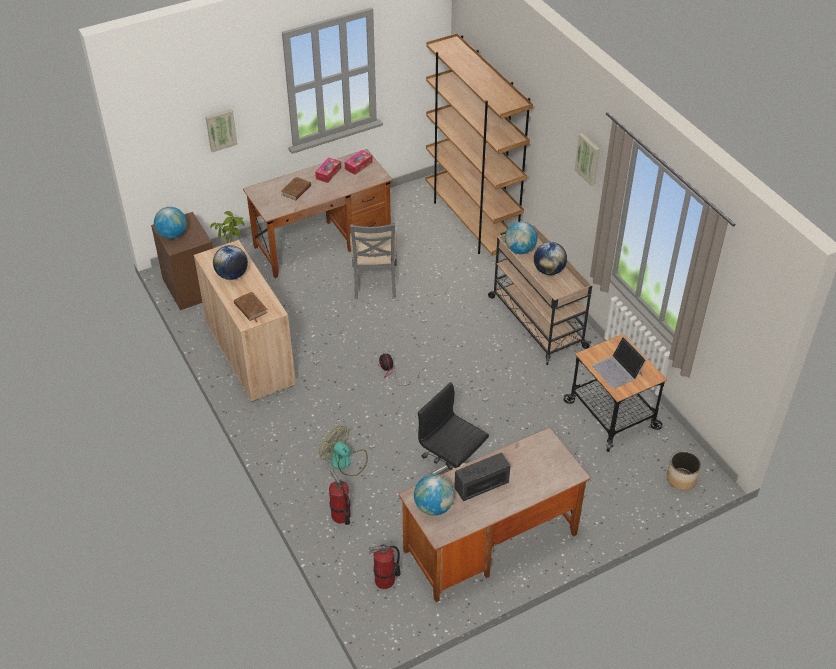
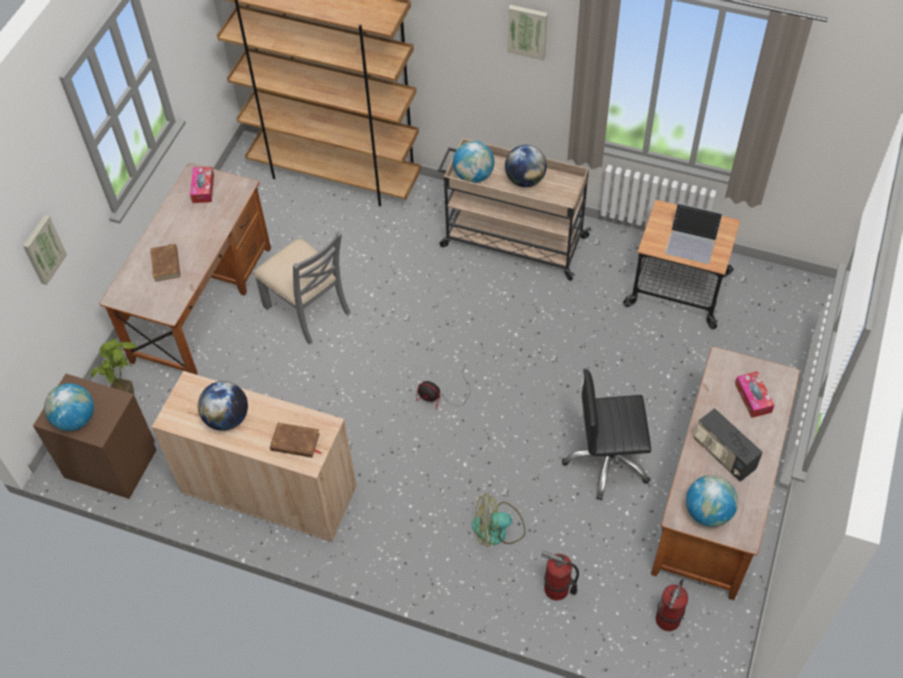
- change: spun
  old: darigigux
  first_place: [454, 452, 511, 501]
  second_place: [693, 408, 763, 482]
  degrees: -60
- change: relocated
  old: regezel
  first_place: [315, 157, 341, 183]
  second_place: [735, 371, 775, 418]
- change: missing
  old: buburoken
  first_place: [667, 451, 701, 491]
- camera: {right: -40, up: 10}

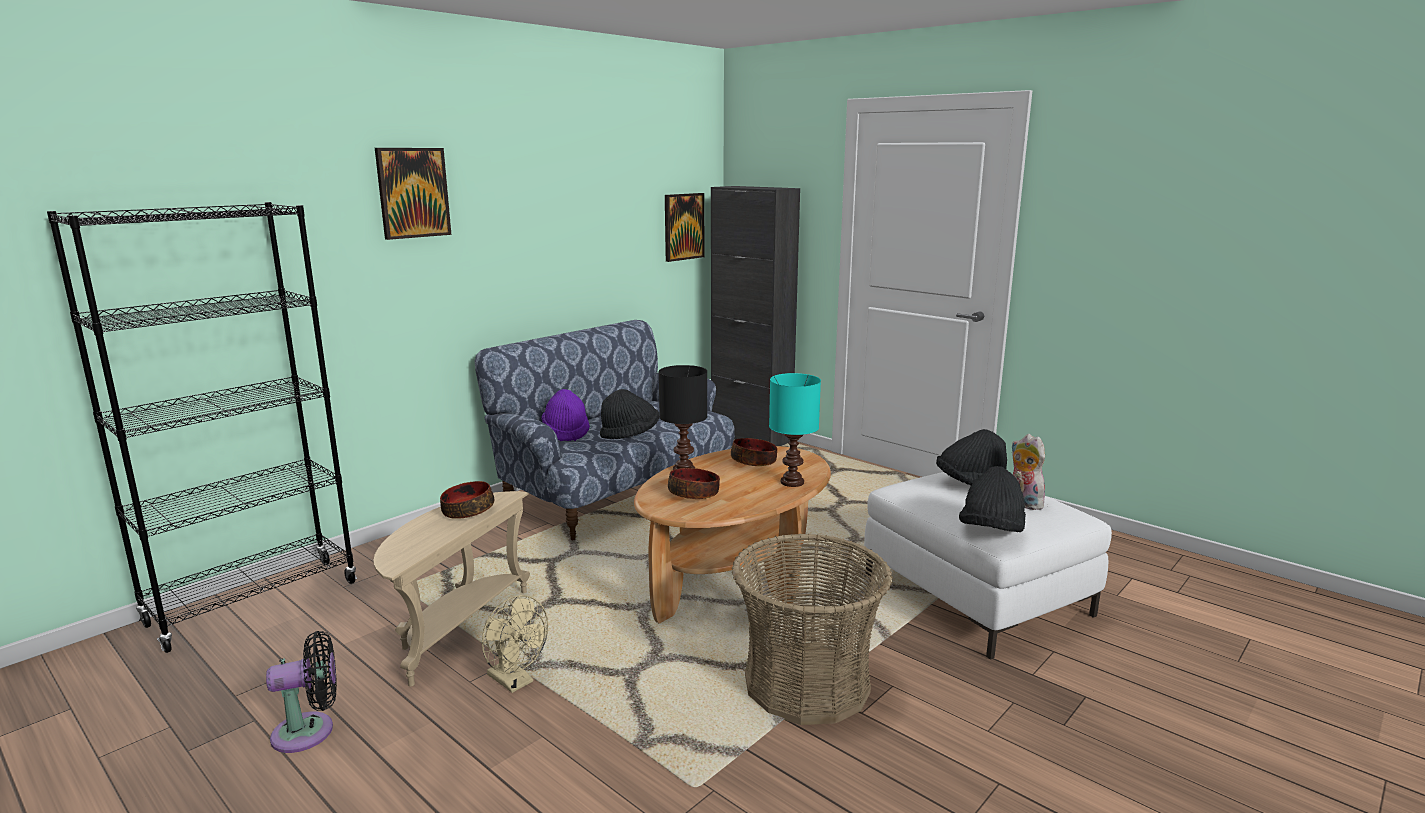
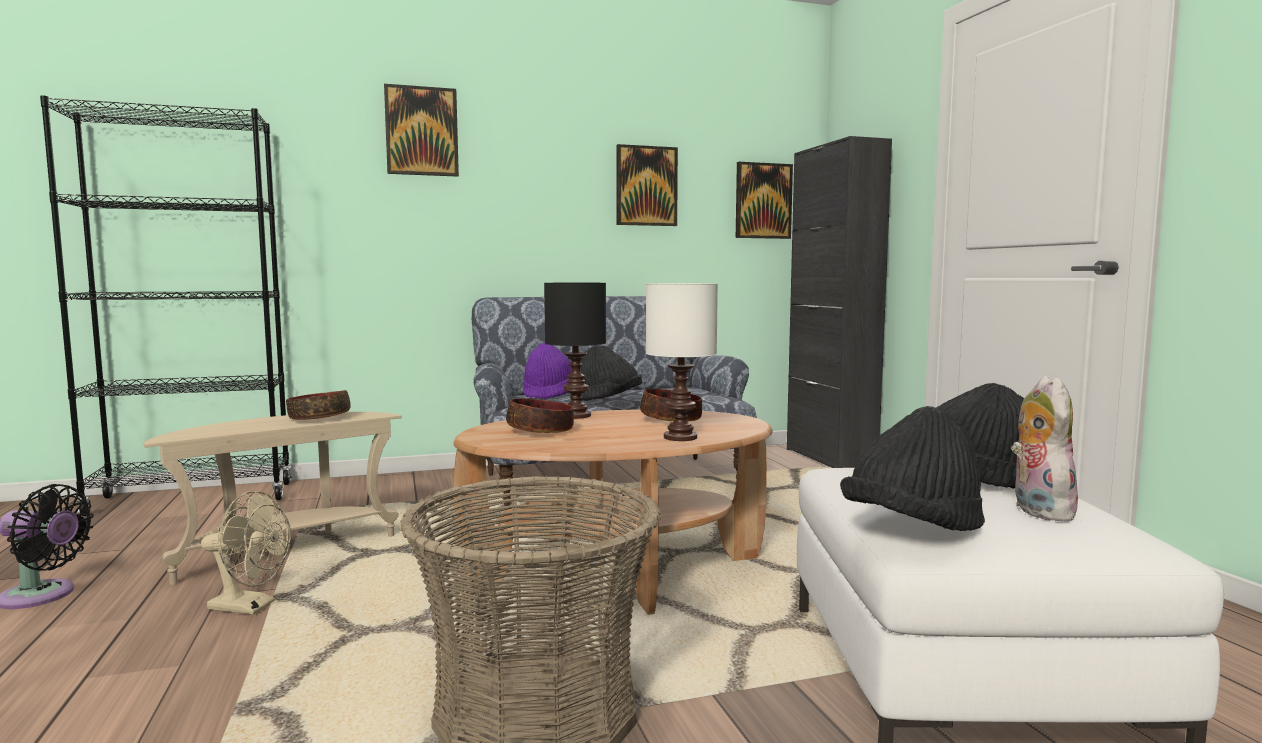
- change: spun
  old: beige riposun
  first_place: [482, 595, 548, 693]
  second_place: [201, 491, 291, 615]
  degrees: -60
- change: appeared
  new: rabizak
  second_place: [616, 144, 678, 226]
- change: colour
  old: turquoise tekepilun
  new: white tekepilun
  first_place: [769, 373, 821, 487]
  second_place: [646, 283, 718, 441]
- camera: {right: 30, up: -10}

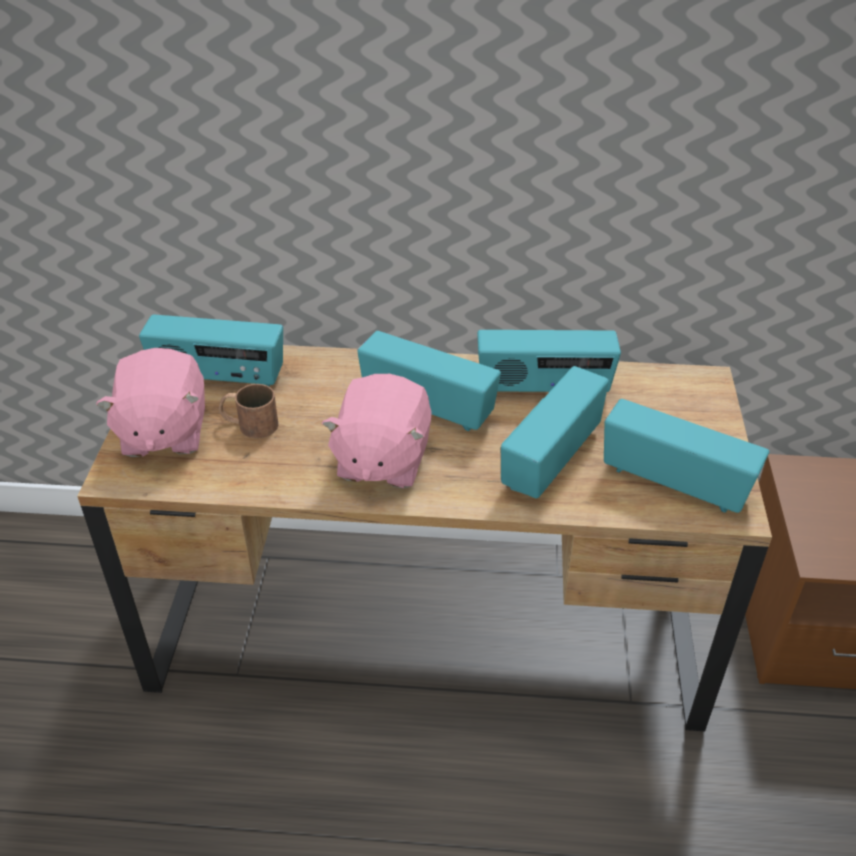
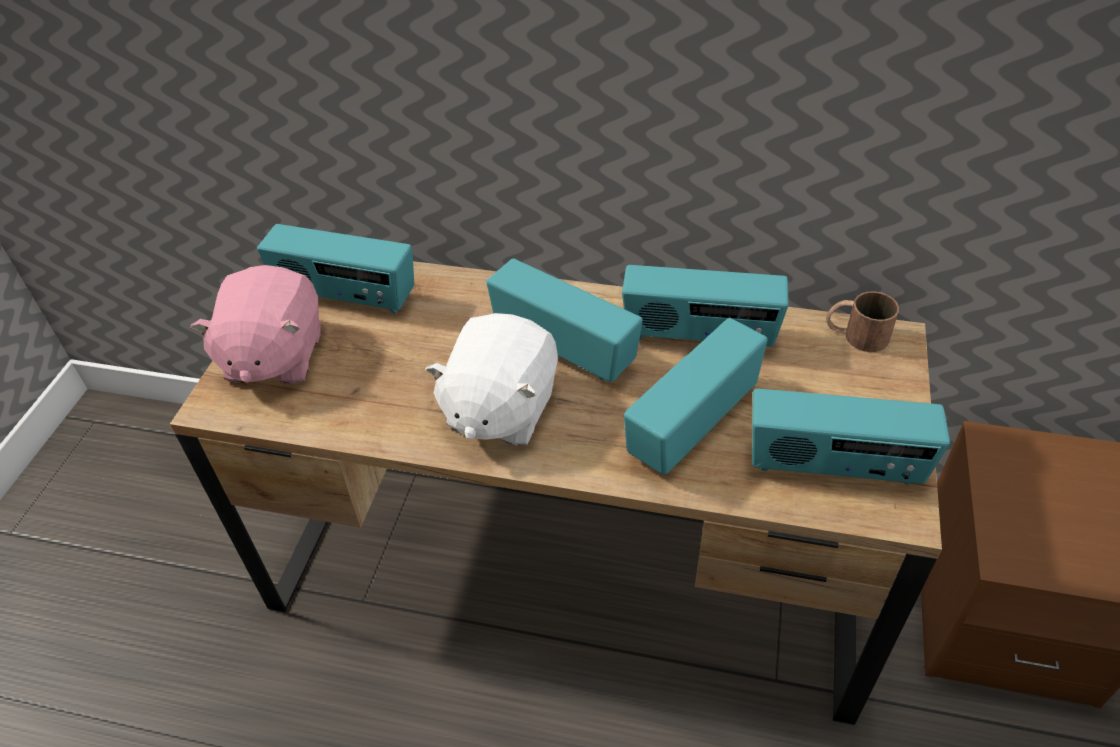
- change: colour
  old: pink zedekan
  new: white zedekan
  first_place: [322, 374, 432, 488]
  second_place: [425, 313, 558, 446]
- change: spun
  old: darigigux
  first_place: [604, 399, 769, 513]
  second_place: [752, 388, 950, 485]
  degrees: 150
- change: relocated
  old: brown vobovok
  first_place: [219, 384, 278, 438]
  second_place: [826, 291, 899, 352]
- camera: {right: 10, up: 5}

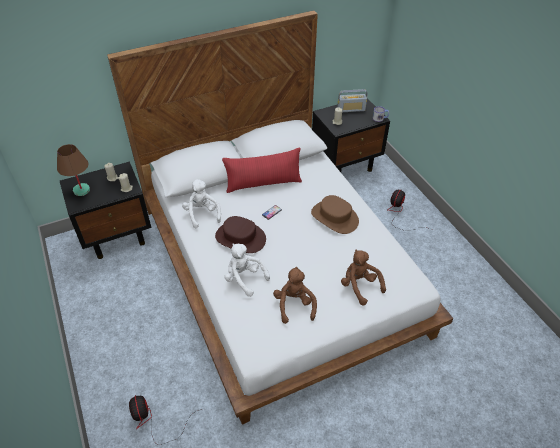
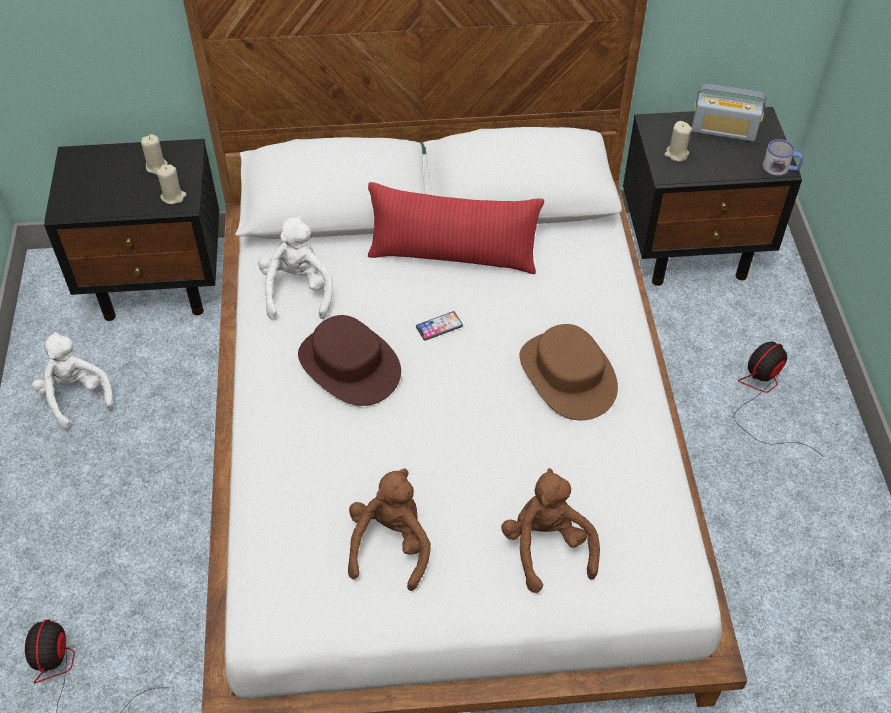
- change: relocated
  old: white zedekan
  first_place: [224, 244, 270, 297]
  second_place: [32, 332, 113, 429]
- change: missing
  old: brown tekepilun
  first_place: [57, 144, 90, 196]
- camera: {right: 20, up: 5}

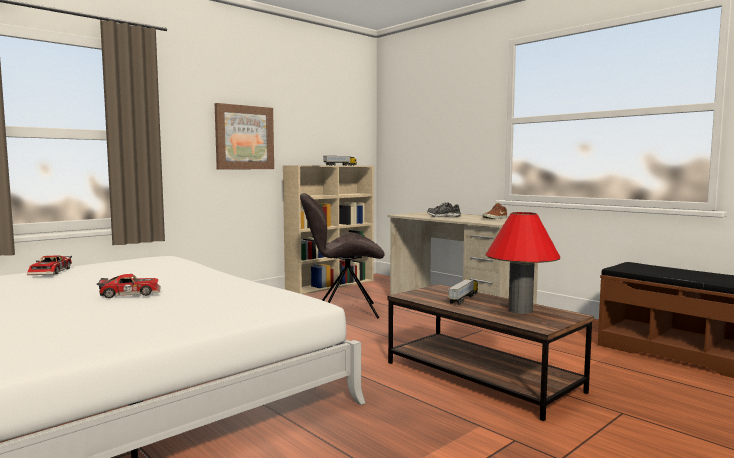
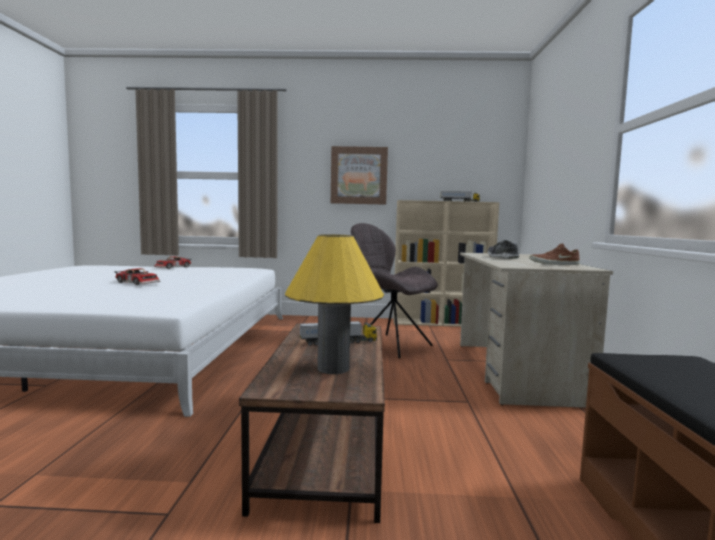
- change: colour
  old: red tekepilun
  new: yellow tekepilun
  first_place: [486, 212, 560, 314]
  second_place: [285, 234, 384, 374]
- camera: {right: 45, up: 0}

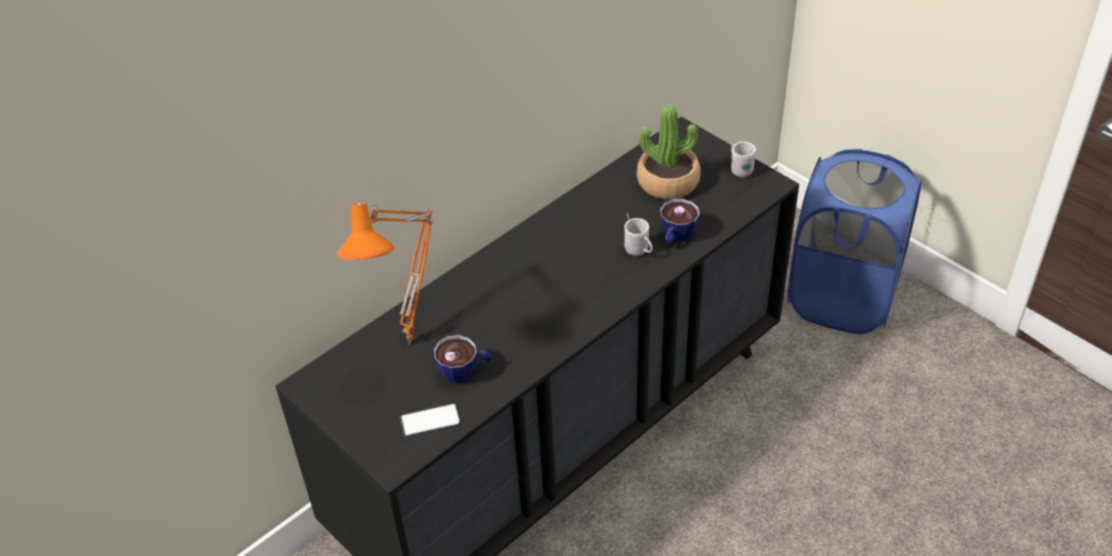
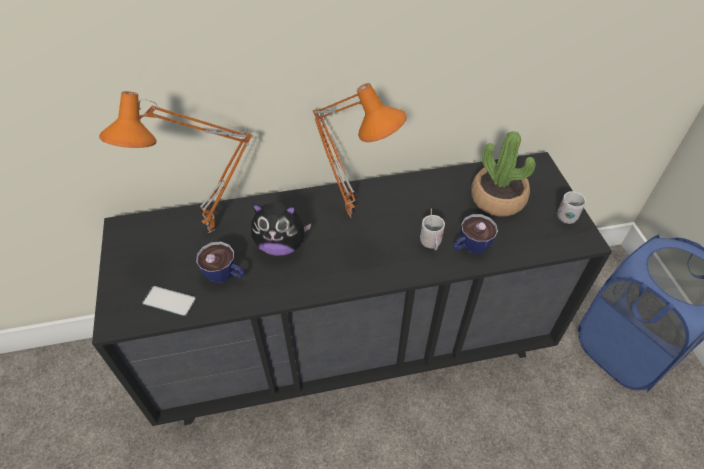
- change: appeared
  new: zedekan
  second_place: [251, 202, 311, 256]
- change: appeared
  new: orange tekepilun
  second_place: [312, 83, 407, 218]
- camera: {right: 30, up: 5}

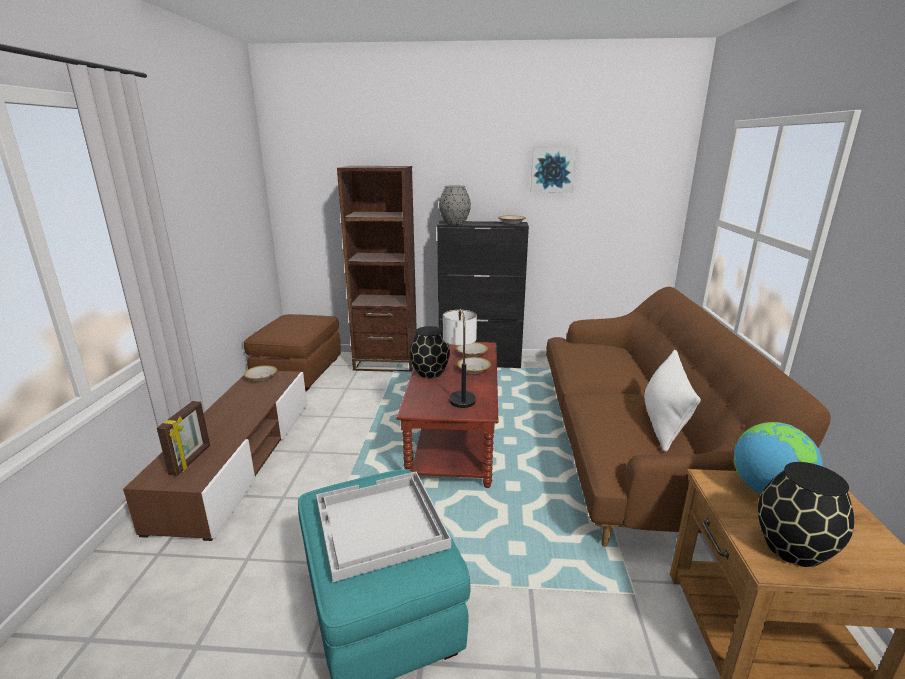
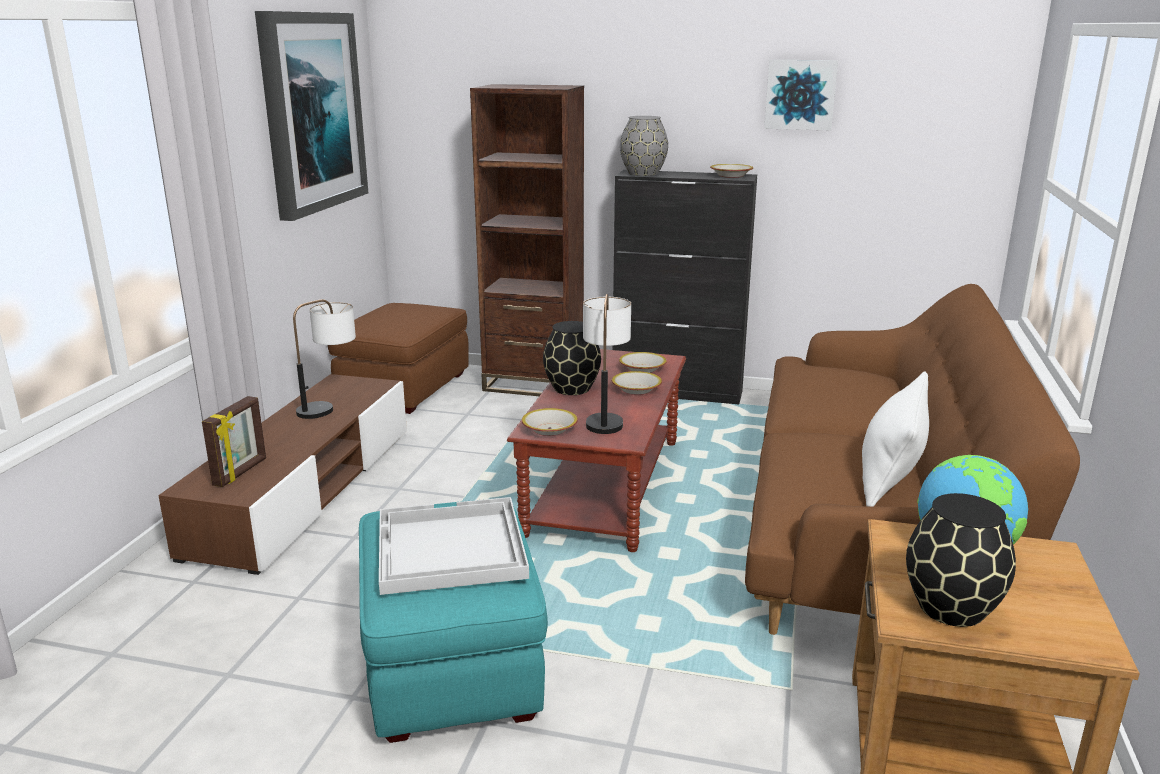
- change: appeared
  new: rabizak
  second_place: [255, 11, 368, 221]
- change: appeared
  new: tekepilun
  second_place: [293, 299, 356, 419]
- change: relocated
  old: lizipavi
  first_place: [244, 365, 277, 382]
  second_place: [522, 408, 578, 436]
- camera: {right: 10, up: 0}

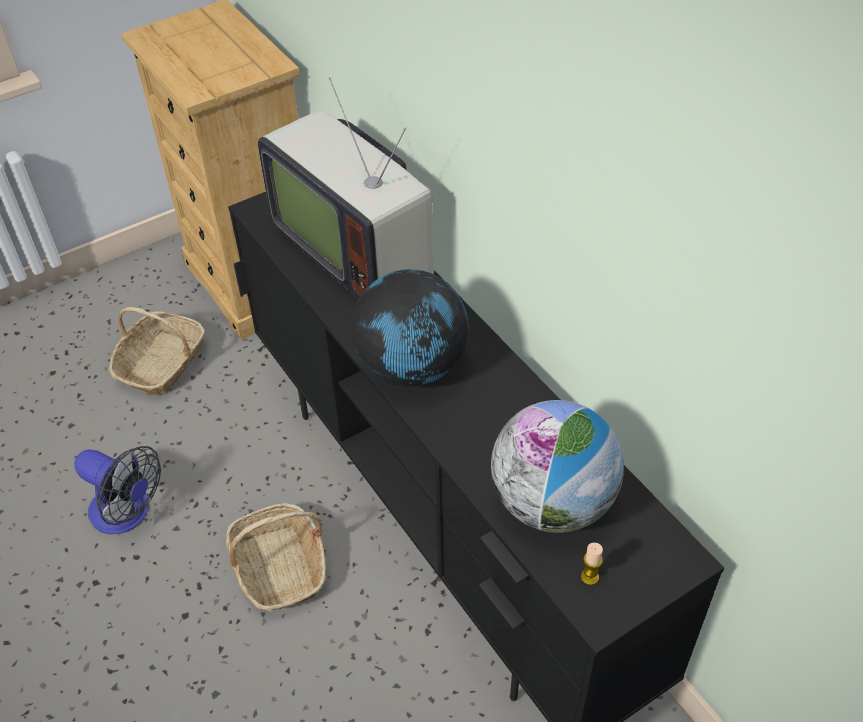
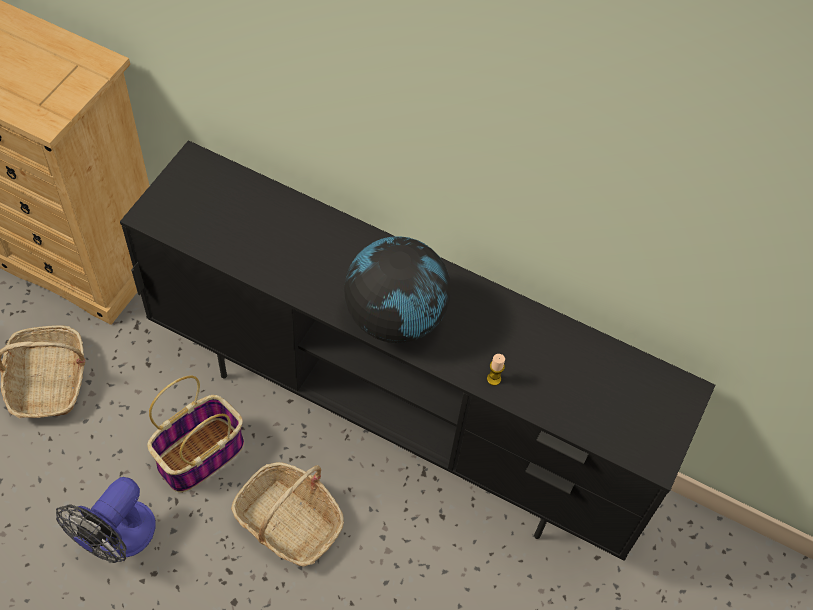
- change: spun
  old: riposun
  first_place: [74, 446, 161, 534]
  second_place: [56, 477, 156, 563]
  degrees: 120
- change: appeared
  new: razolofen
  second_place: [147, 375, 244, 492]
- change: relocated
  old: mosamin
  first_place: [581, 543, 603, 585]
  second_place: [487, 354, 505, 386]
- change: missing
  old: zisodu
  first_place: [258, 77, 434, 299]
- change: missing
  old: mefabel
  first_place: [491, 400, 624, 533]
- camera: {right: -35, up: 10}

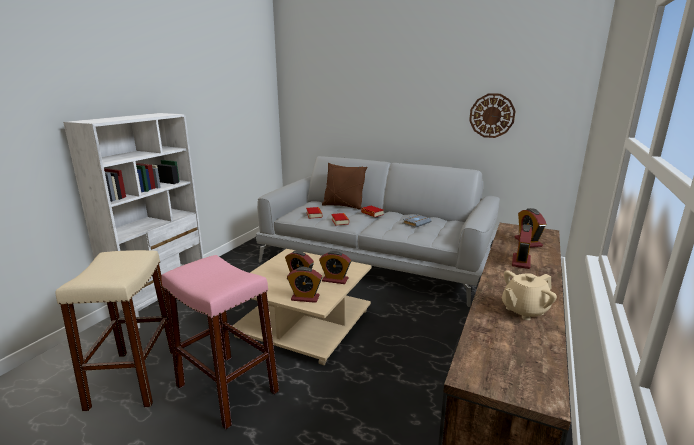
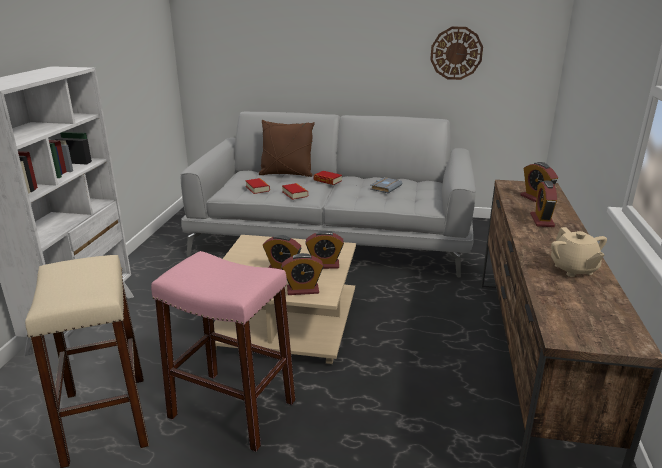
- change: spun
  old: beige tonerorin
  first_place: [502, 270, 557, 320]
  second_place: [551, 227, 607, 277]
  degrees: -60
- camera: {right: -15, up: 5}

